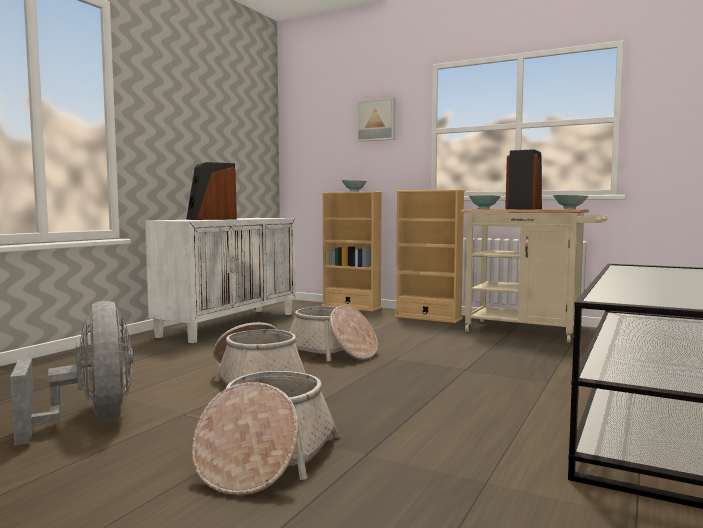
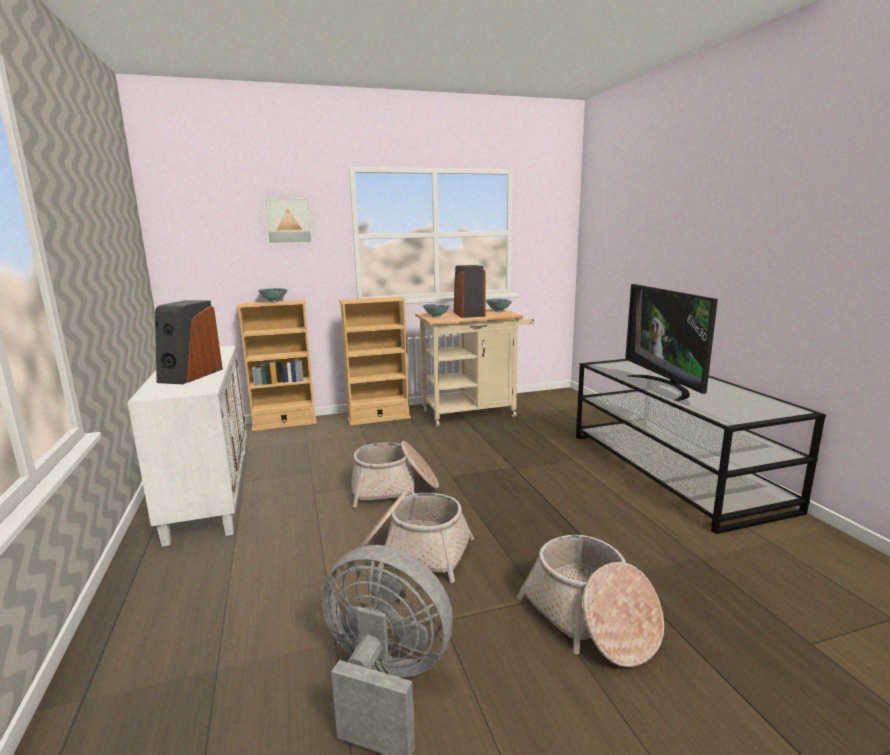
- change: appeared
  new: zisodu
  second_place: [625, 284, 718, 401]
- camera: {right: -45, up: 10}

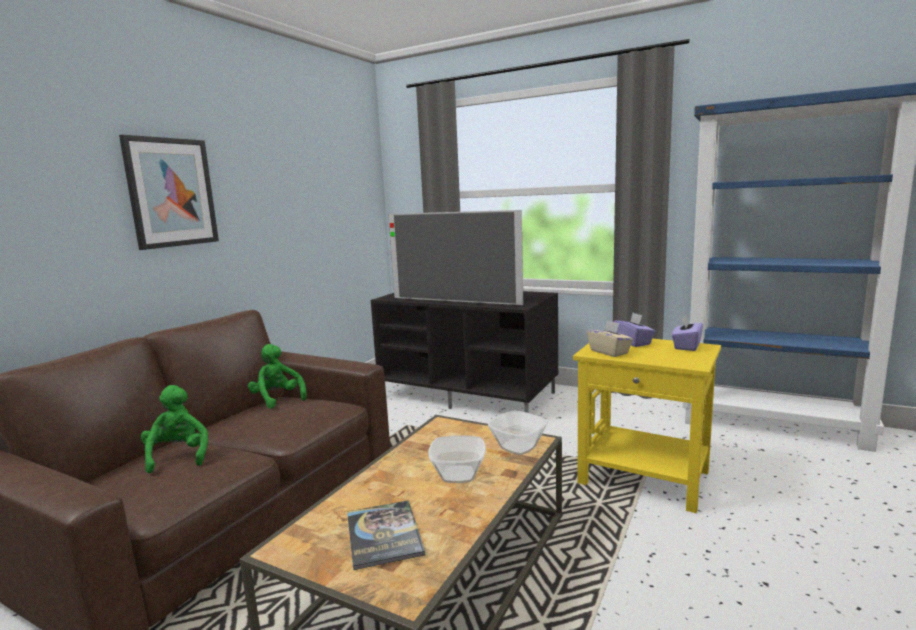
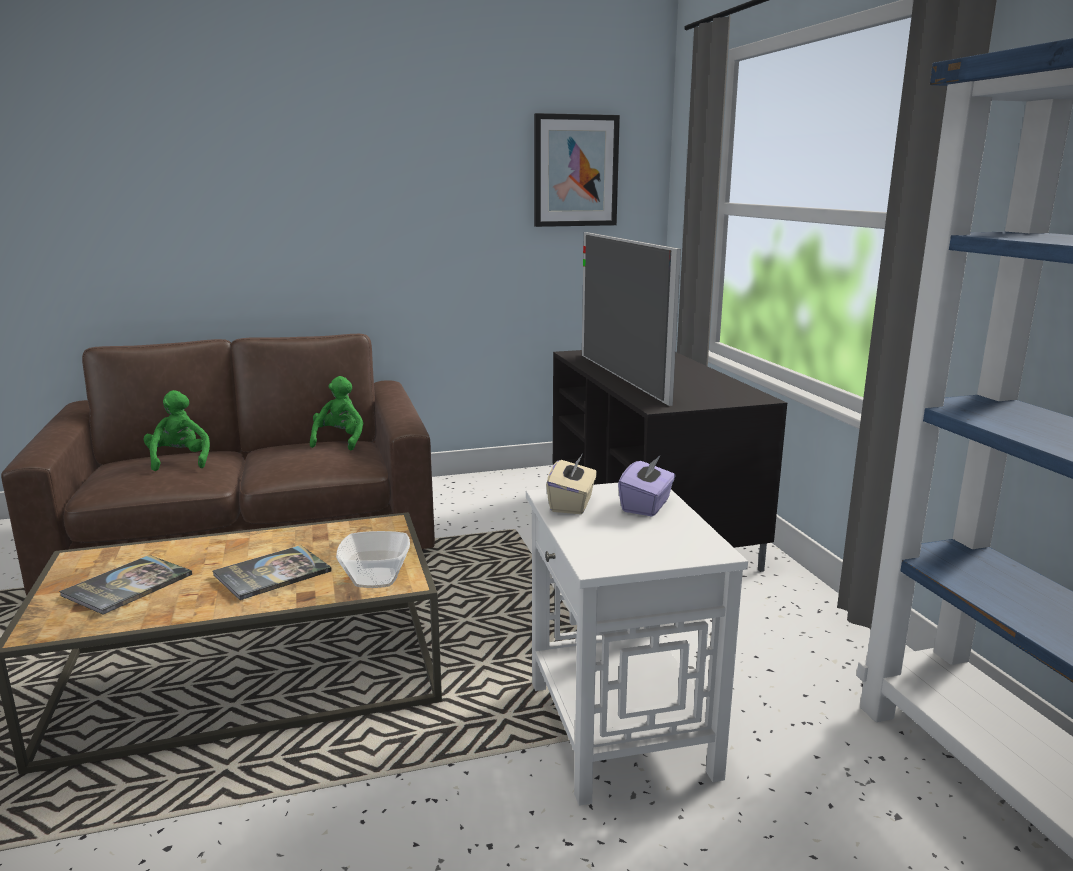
- change: spun
  old: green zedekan
  first_place: [141, 385, 208, 473]
  second_place: [144, 390, 210, 471]
  degrees: -45
- change: exchanged
  old: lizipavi
  new: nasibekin
  first_place: [428, 436, 486, 483]
  second_place: [213, 545, 332, 600]
- change: colour
  old: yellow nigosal
  new: white nigosal
  first_place: [573, 339, 721, 513]
  second_place: [526, 483, 748, 806]
- change: relocated
  old: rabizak
  first_place: [119, 135, 219, 250]
  second_place: [534, 113, 620, 227]
- change: missing
  old: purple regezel
  first_place: [672, 315, 703, 351]
- camera: {right: 45, up: 5}

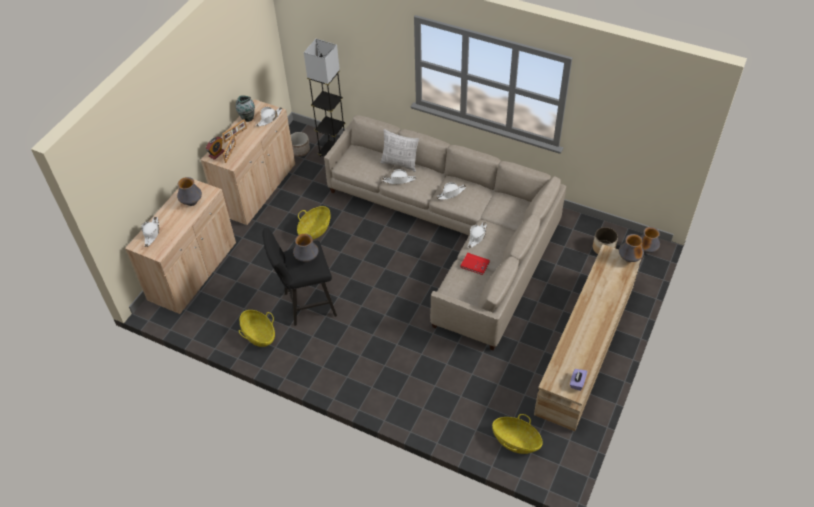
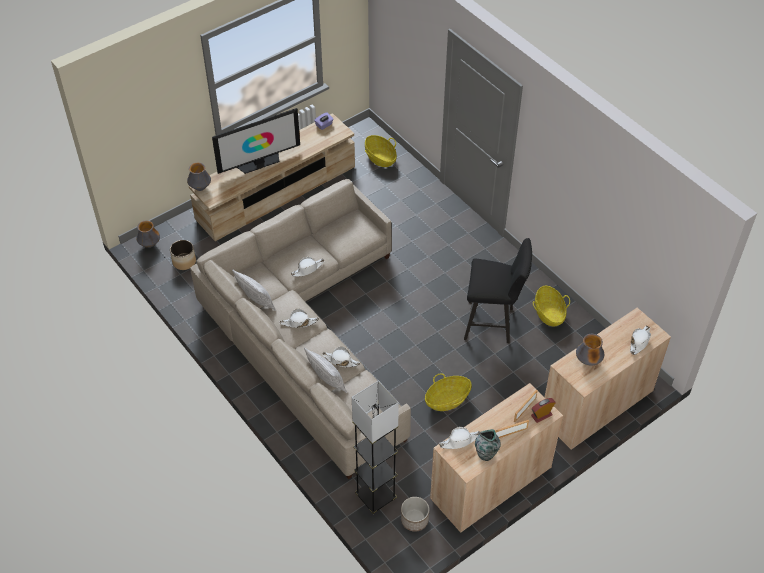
- change: appeared
  new: zisodu
  second_place: [212, 108, 300, 174]
- change: appeared
  new: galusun
  second_place: [232, 270, 276, 311]
- change: missing
  old: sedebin
  first_place: [293, 234, 318, 263]
- change: missing
  old: red nasibekin
  first_place: [460, 253, 490, 275]
- camera: {right: -155, up: 0}

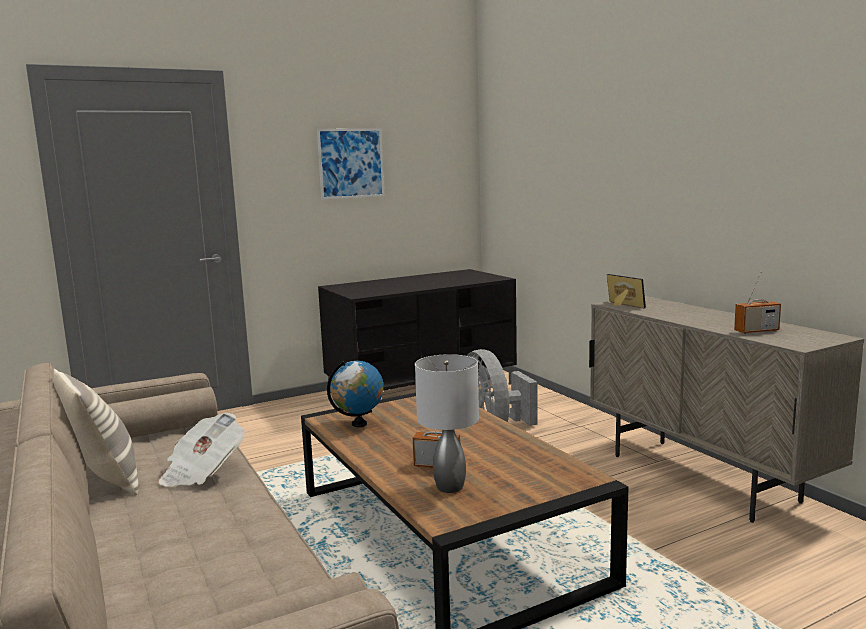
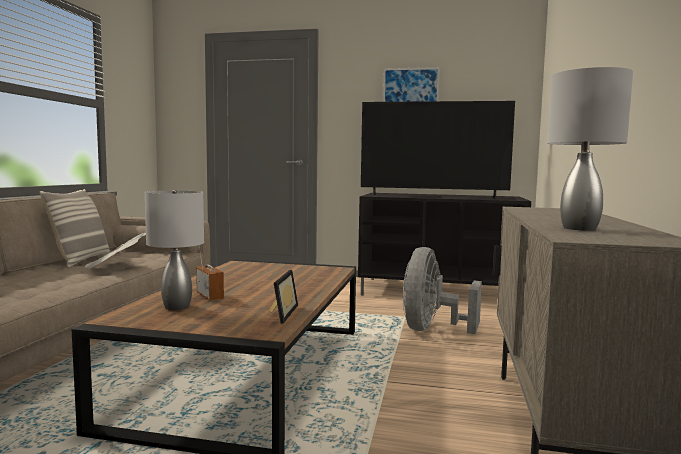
- change: relocated
  old: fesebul
  first_place: [607, 274, 646, 308]
  second_place: [270, 270, 298, 324]
- change: appeared
  new: zisodu
  second_place: [361, 101, 515, 199]
- change: exchanged
  old: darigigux
  new: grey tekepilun
  first_place: [734, 271, 781, 334]
  second_place: [547, 67, 633, 231]
- change: missing
  old: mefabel
  first_place: [327, 361, 384, 427]
- camera: {right: 40, up: -5}

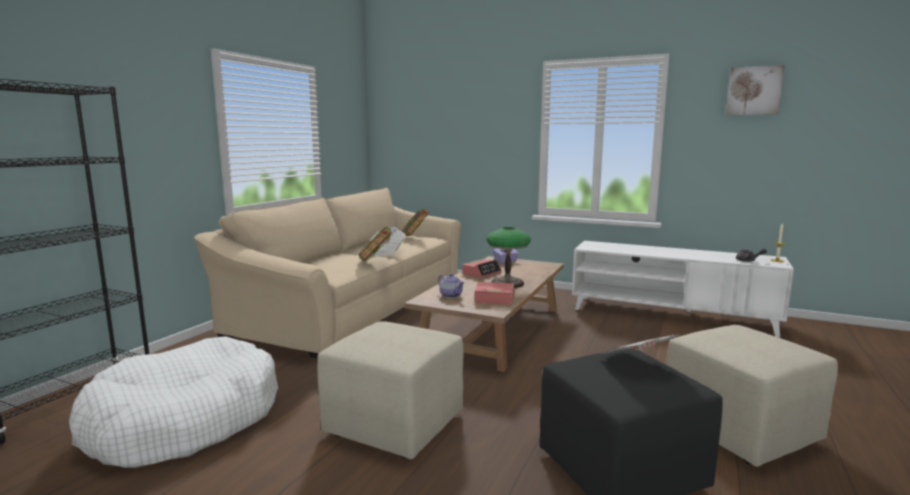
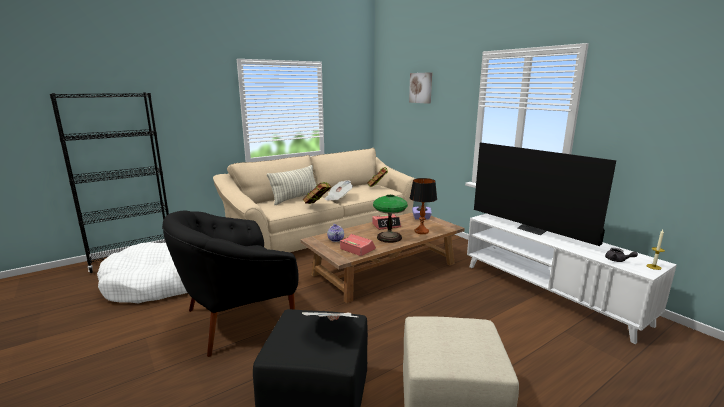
- change: exchanged
  old: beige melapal
  new: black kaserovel
  first_place: [317, 321, 464, 459]
  second_place: [162, 211, 299, 357]
- change: appeared
  new: galusun
  second_place: [267, 165, 317, 205]
- change: relocated
  old: rabizak
  first_place: [726, 65, 785, 115]
  second_place: [409, 72, 432, 104]
- change: appeared
  new: tekepilun
  second_place: [410, 178, 437, 234]
- change: appeared
  new: zisodu
  second_place: [474, 142, 616, 246]
- camera: {right: 30, up: 5}

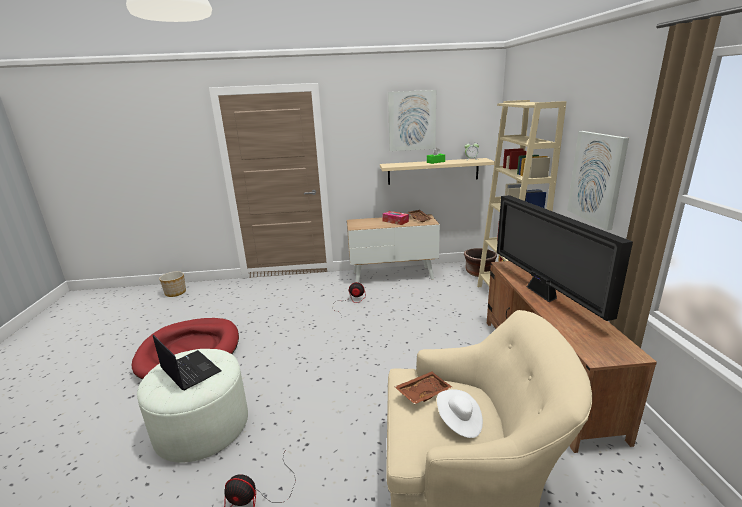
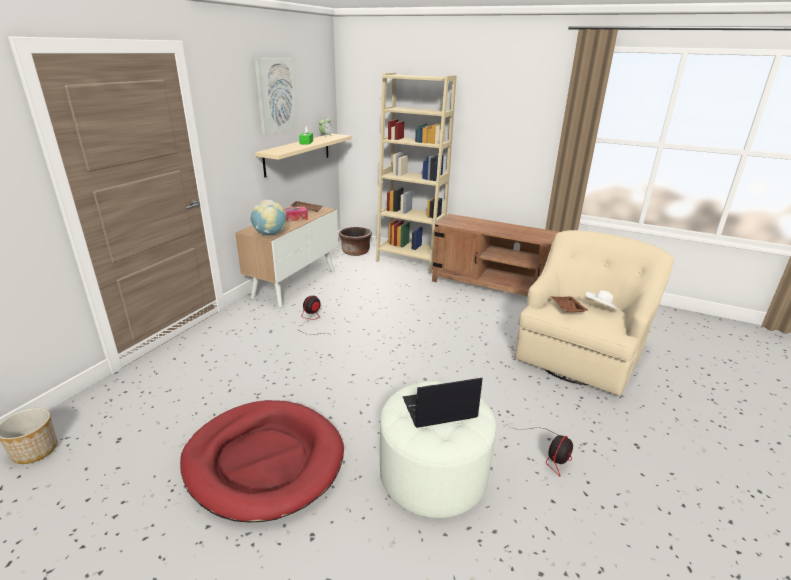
- change: appeared
  new: mefabel
  second_place: [250, 200, 287, 235]
- change: missing
  old: zisodu
  first_place: [497, 195, 633, 321]
- change: missing
  old: rabizak
  first_place: [567, 131, 629, 230]
- camera: {right: -60, up: 5}

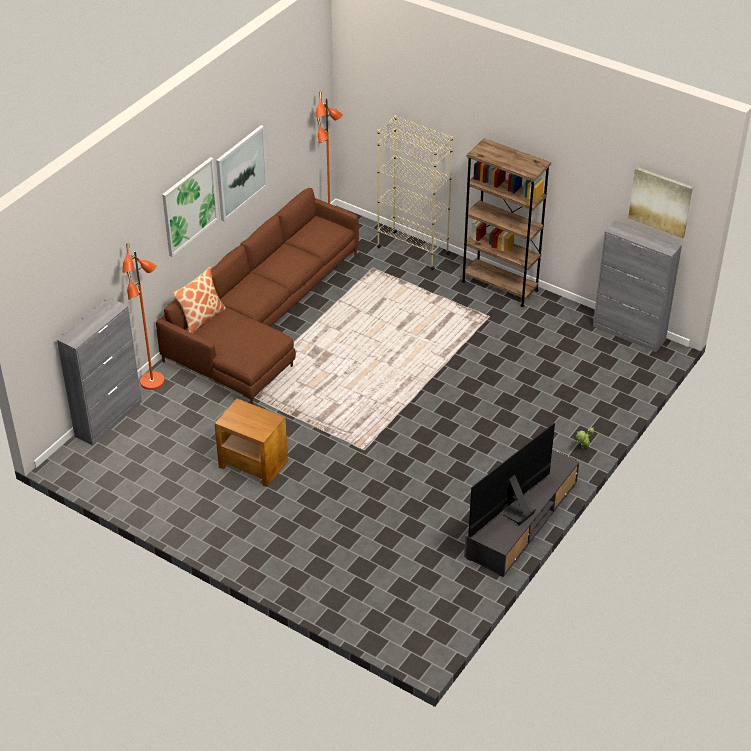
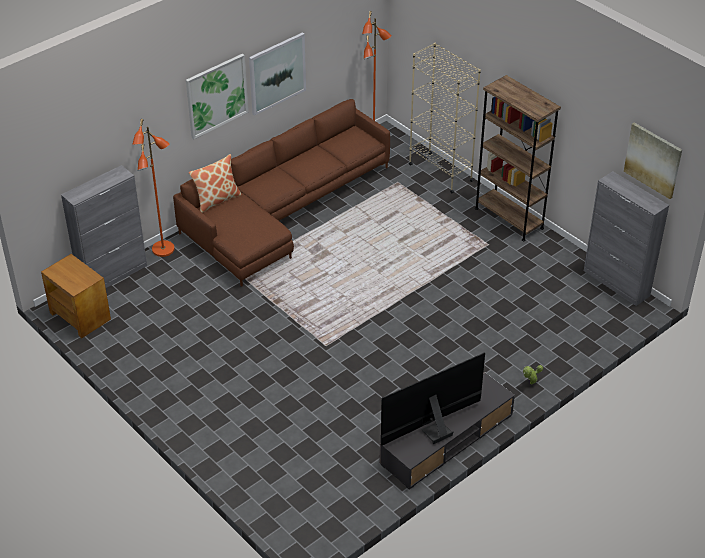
- change: relocated
  old: brown nigosal
  first_place: [214, 398, 288, 487]
  second_place: [41, 254, 111, 338]
- camera: {right: 15, up: 0}

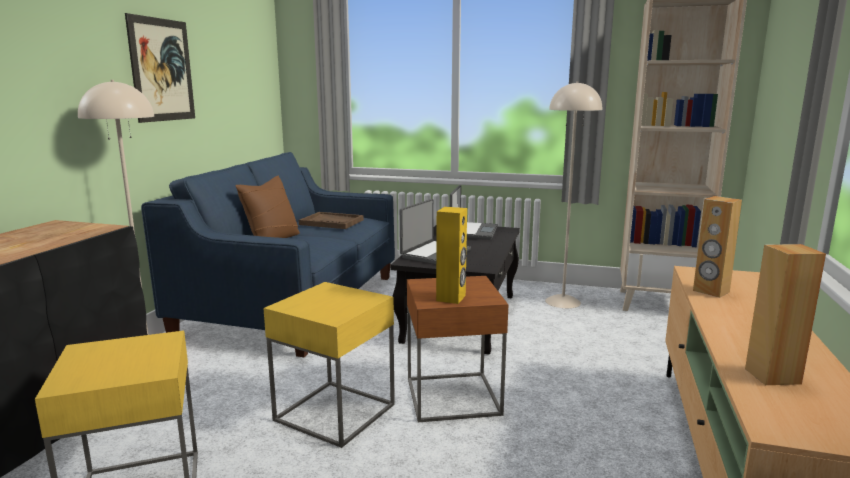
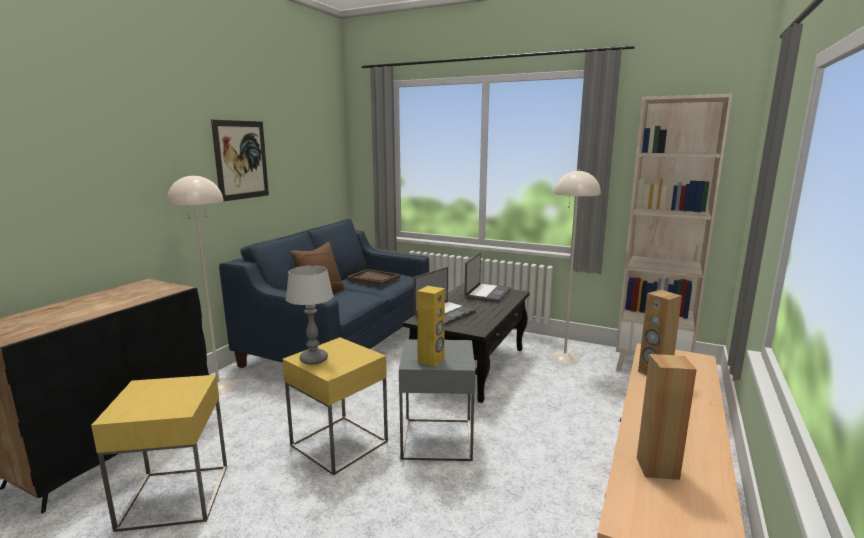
- change: appeared
  new: tekepilun
  second_place: [286, 266, 333, 365]
- change: colour
  old: brown nigosal
  new: grey nigosal
  first_place: [407, 276, 508, 422]
  second_place: [399, 339, 475, 461]
- camera: {right: 10, up: 0}

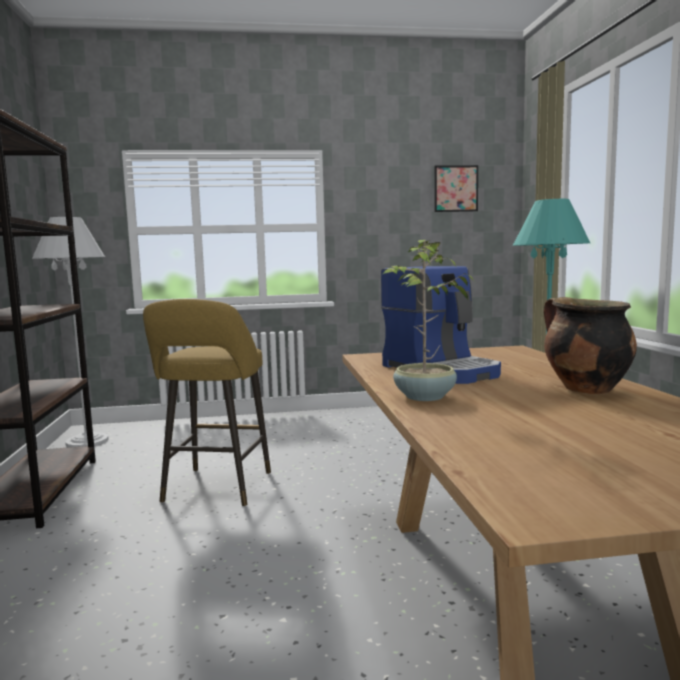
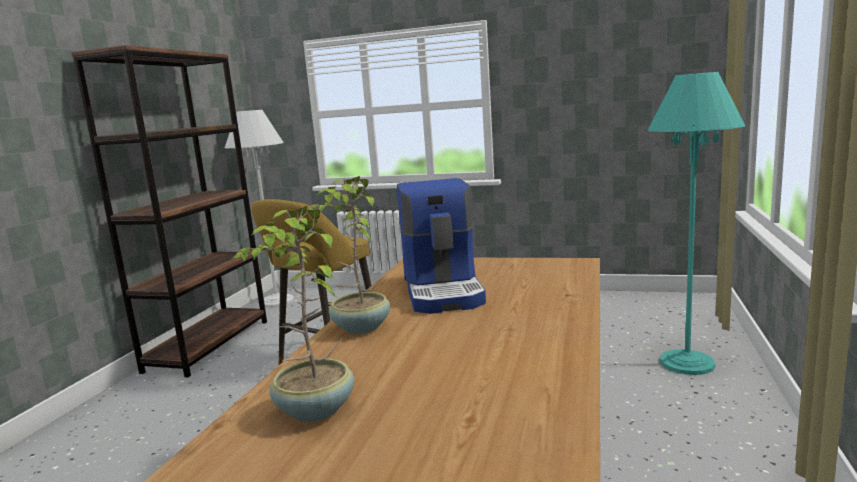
- change: appeared
  new: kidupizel
  second_place: [232, 206, 354, 422]
- change: missing
  old: rabizak
  first_place: [434, 165, 478, 212]
- change: missing
  old: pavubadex
  first_place: [544, 297, 637, 395]
- camera: {right: 25, up: 5}

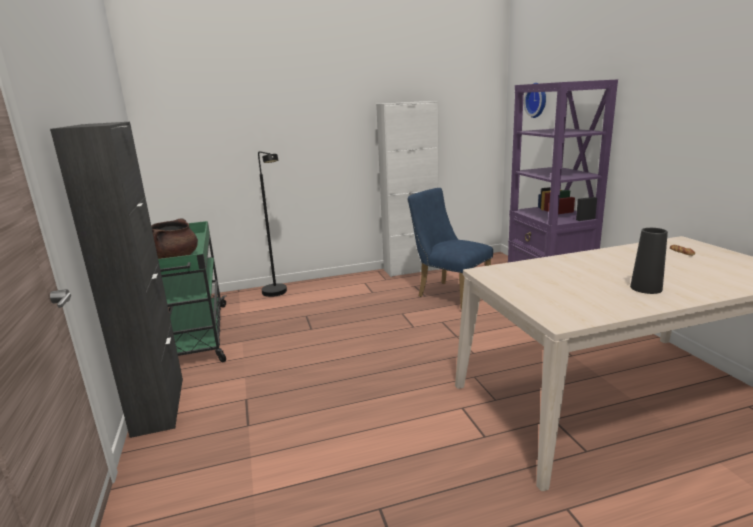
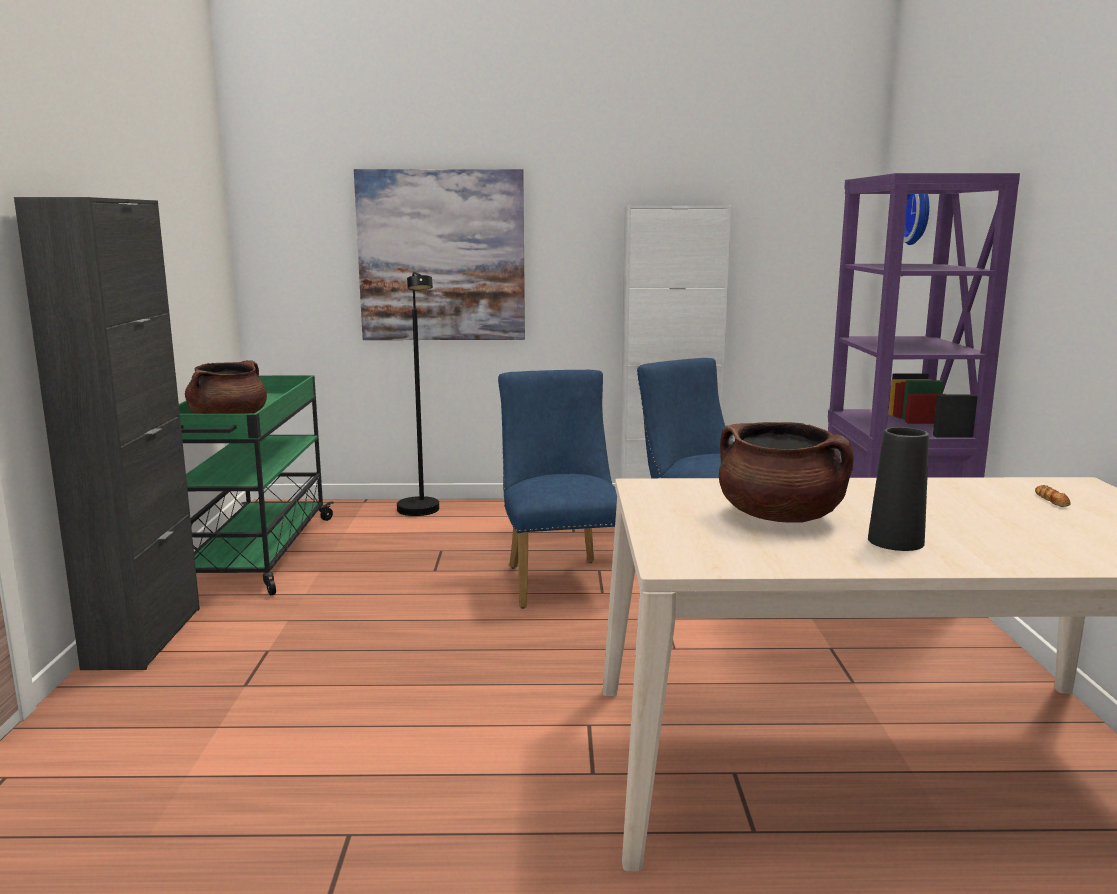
- change: appeared
  new: rabizak
  second_place: [354, 169, 525, 340]
- change: appeared
  new: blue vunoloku
  second_place: [498, 370, 617, 609]
- change: appeared
  new: brown pavubadex
  second_place: [719, 422, 854, 523]
- camera: {right: 15, up: -5}

